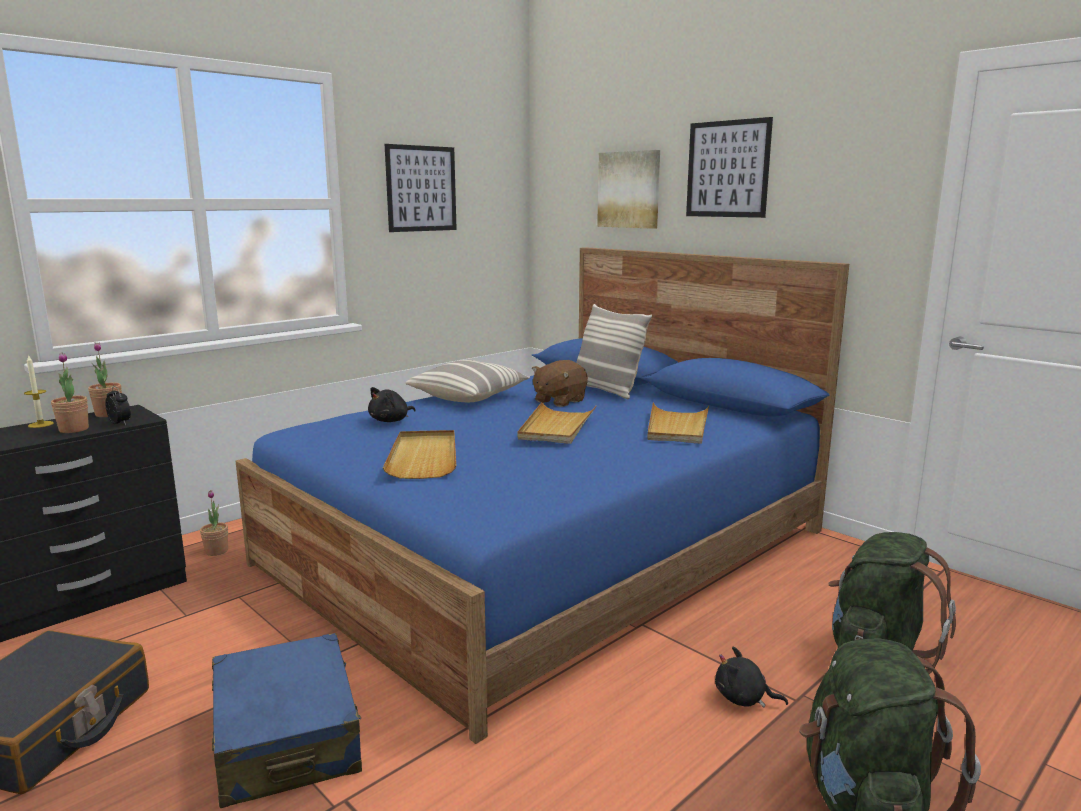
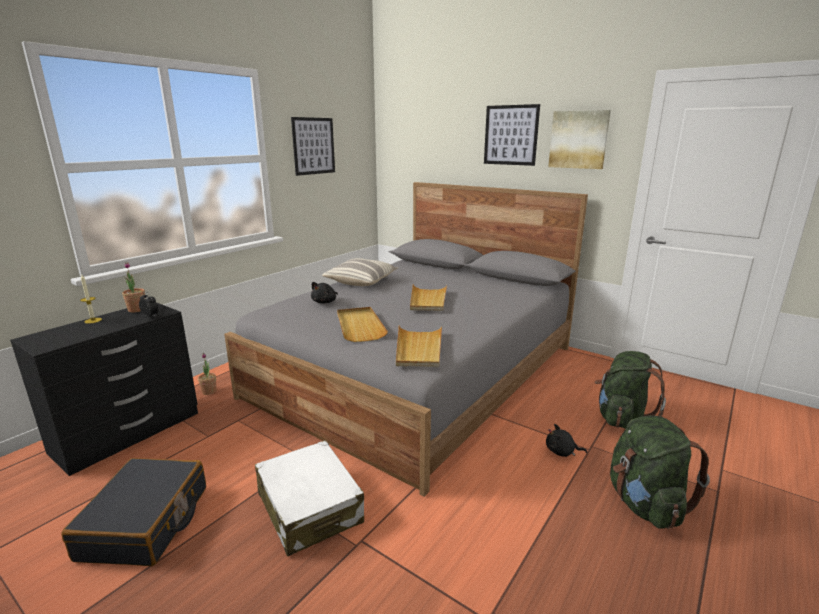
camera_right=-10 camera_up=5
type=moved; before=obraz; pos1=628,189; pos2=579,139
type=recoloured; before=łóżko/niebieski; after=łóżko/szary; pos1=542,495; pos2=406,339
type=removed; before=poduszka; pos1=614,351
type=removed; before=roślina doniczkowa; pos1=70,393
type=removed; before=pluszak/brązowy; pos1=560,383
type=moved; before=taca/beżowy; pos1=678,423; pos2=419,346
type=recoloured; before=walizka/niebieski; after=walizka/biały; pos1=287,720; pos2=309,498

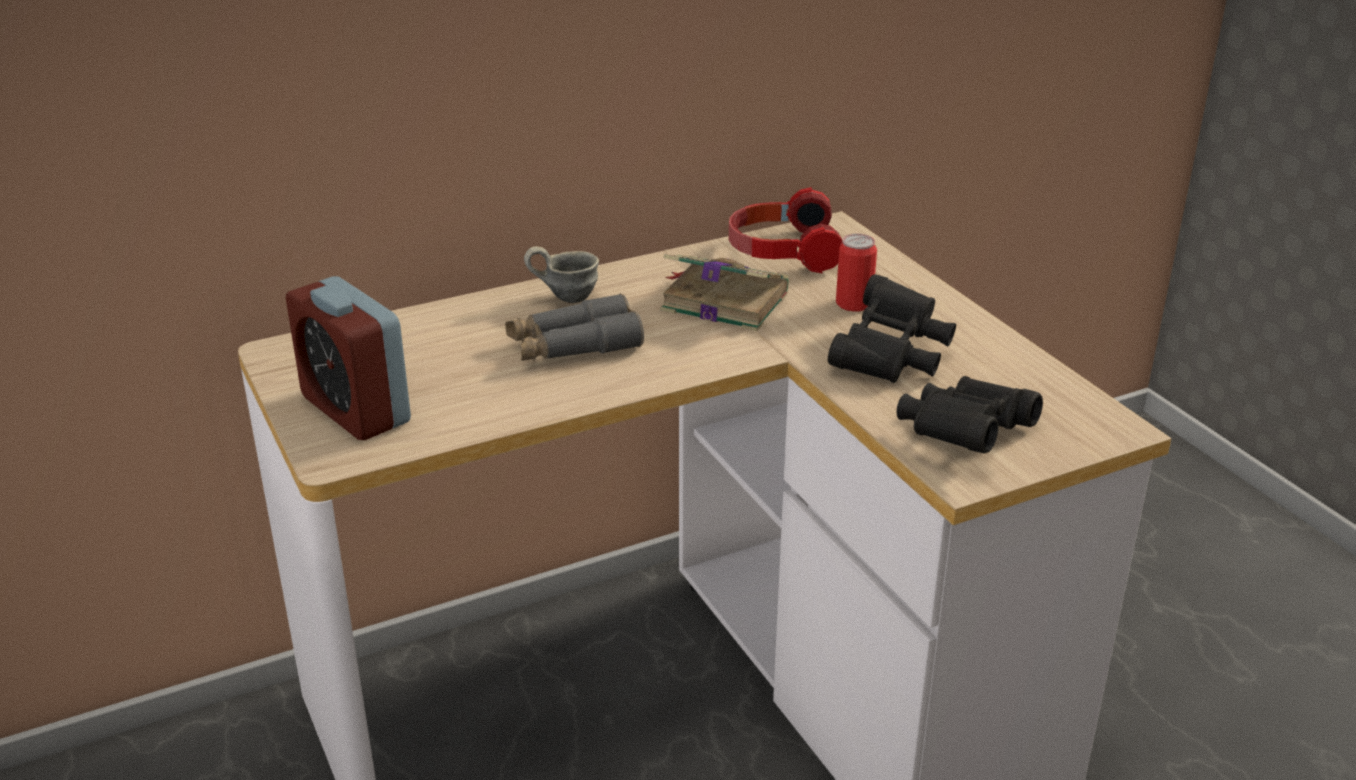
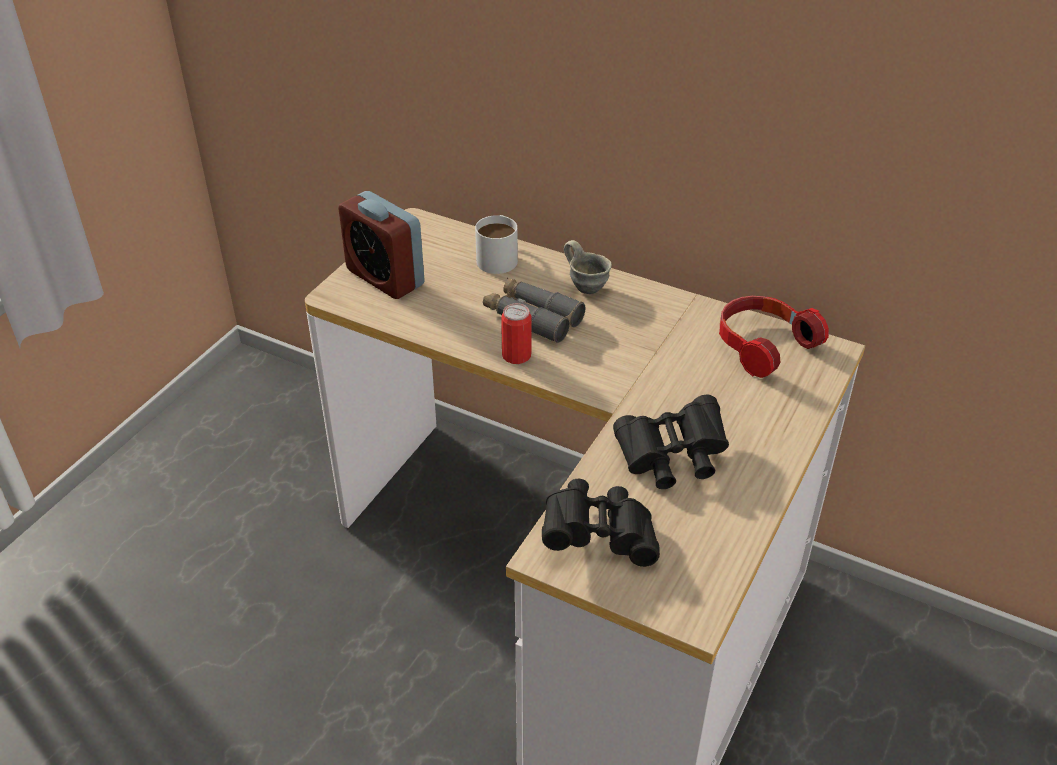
camera_right=55 camera_up=10
type=moved; before=puszka; pos1=856,273; pos2=516,333
type=removed; before=książka; pos1=724,292
type=turned; before=budzik; pos1=348,358; pos2=381,245; turn=-60
type=added; after=kubek/biały; pos2=496,244

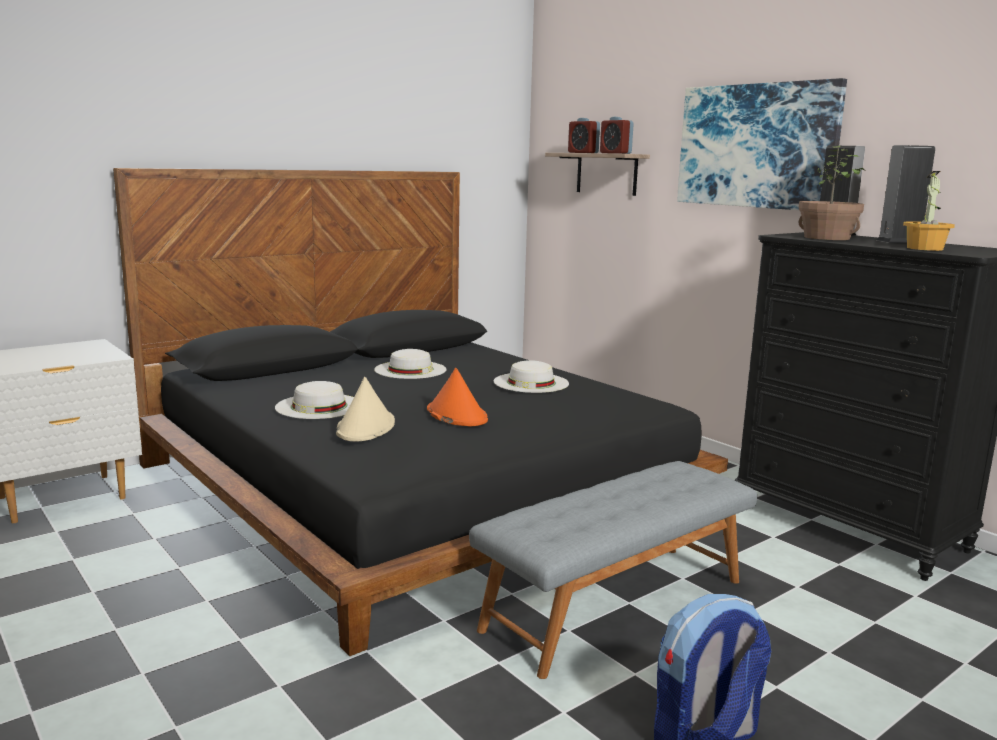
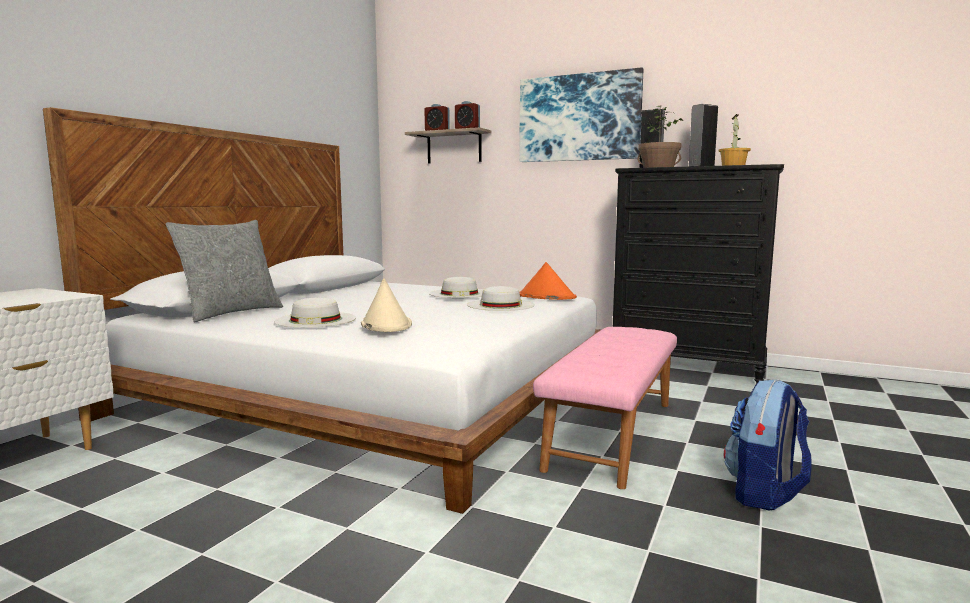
camera_right=-25 camera_up=-5
type=recoloured; before=łóżko/czarny; after=łóżko/biały; pos1=420,412; pos2=322,310
type=moved; before=kapelusz/biały; pos1=410,364; pos2=501,298
type=moved; before=kapelusz/pomarańczowy; pos1=457,397; pos2=548,281
type=recoloured; before=ławka/szary; after=ławka/różowy; pos1=613,570; pos2=605,408
type=added; after=poduszka/szary; pos2=224,271

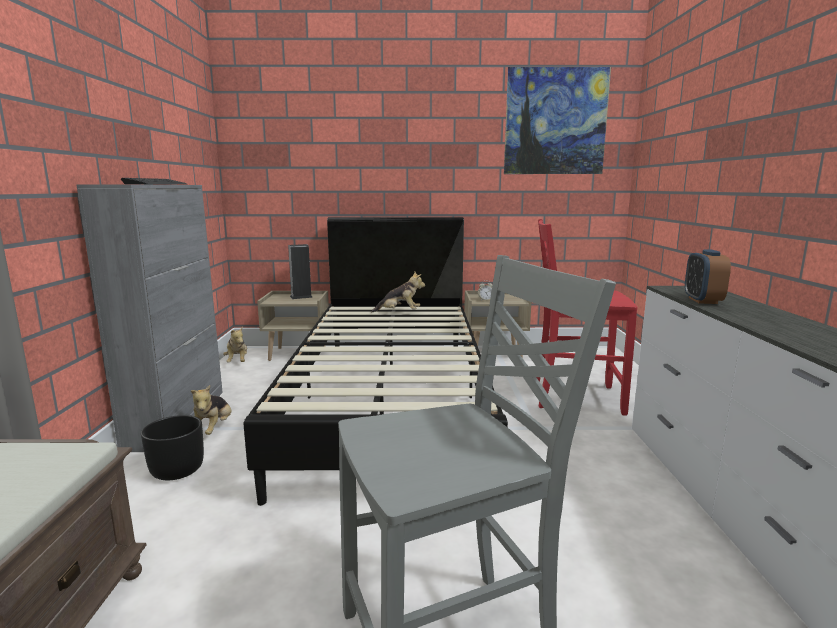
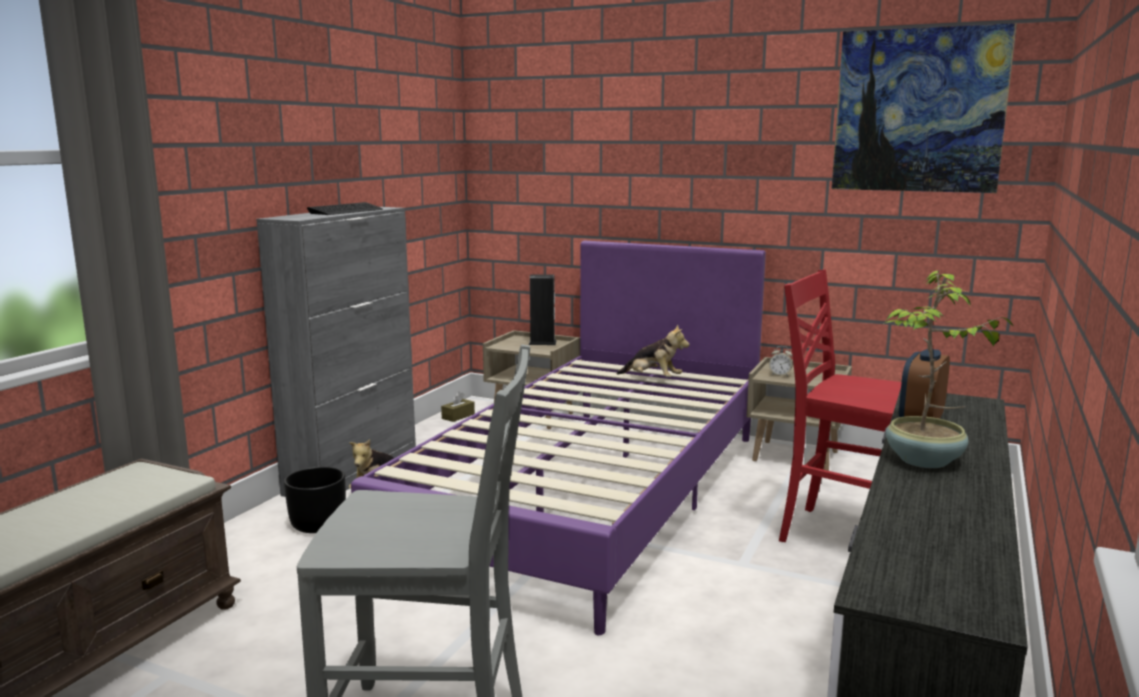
camera_right=25 camera_up=0
type=recoloured; before=łóżko/czarny; after=łóżko/fioletowy; pos1=376,361; pos2=558,438
type=replaced; before=pluszak; after=pudełko chusteczek/brązowy; pos1=235,345; pos2=458,406
type=added; after=roślina doniczkowa; pos2=948,369

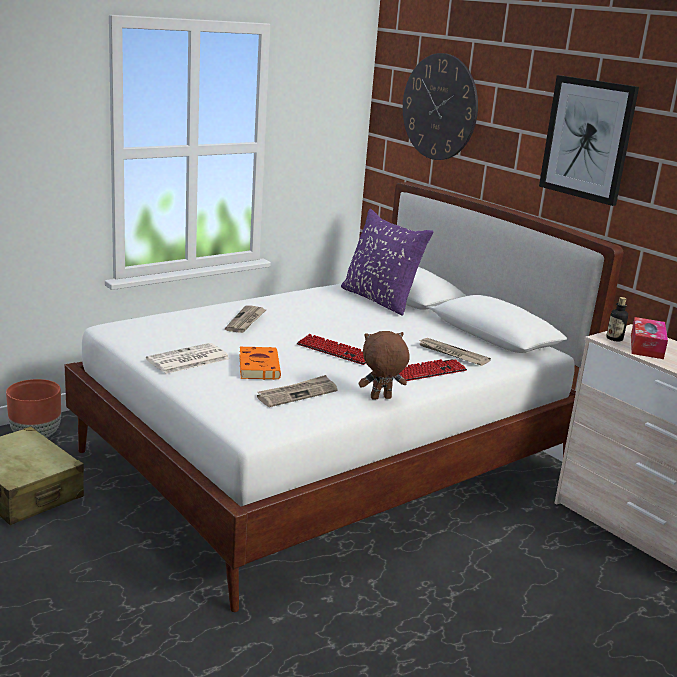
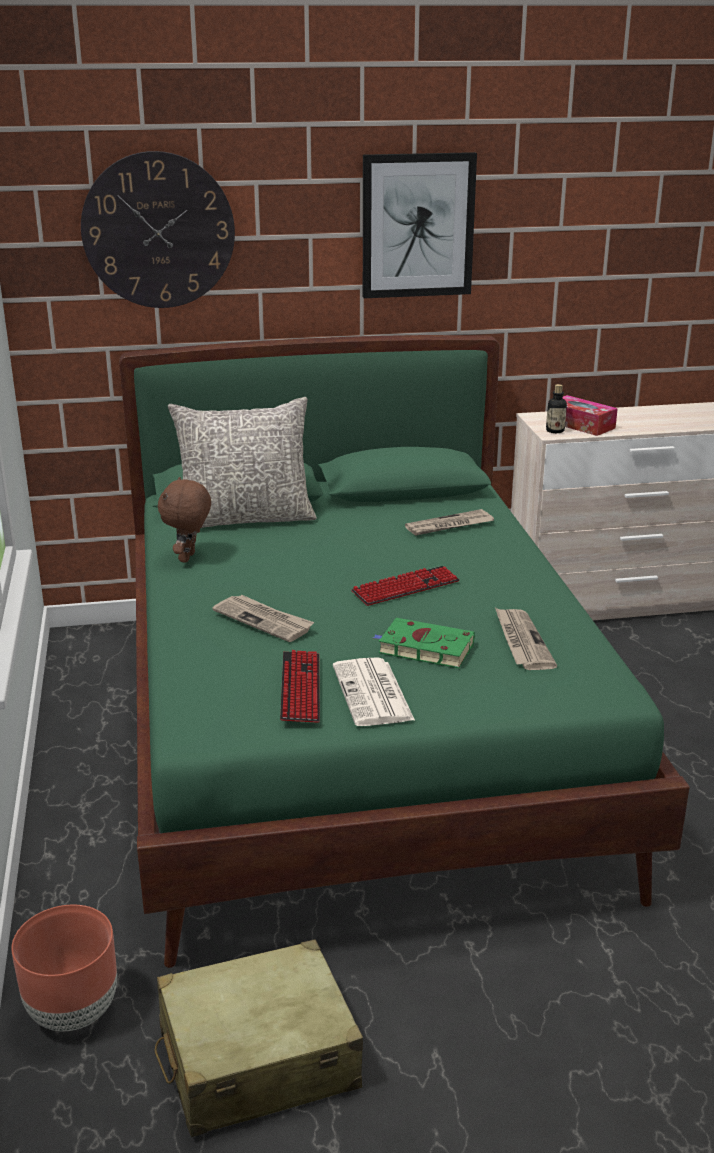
camera_right=-60 camera_up=5
type=recoloured; before=łóżko/biały; after=łóżko/zielony; pos1=343,397; pos2=404,651
type=recoloured; before=poduszka/fioletowy; after=poduszka/szary; pos1=387,262; pos2=242,462
type=moved; before=pluszak/brązowy; pos1=384,365; pos2=184,520
type=recoloured; before=książka/pomarańczowy; after=książka/zielony; pos1=260,363; pos2=424,643
type=moved; before=klawiatura; pos1=433,370; pos2=300,686

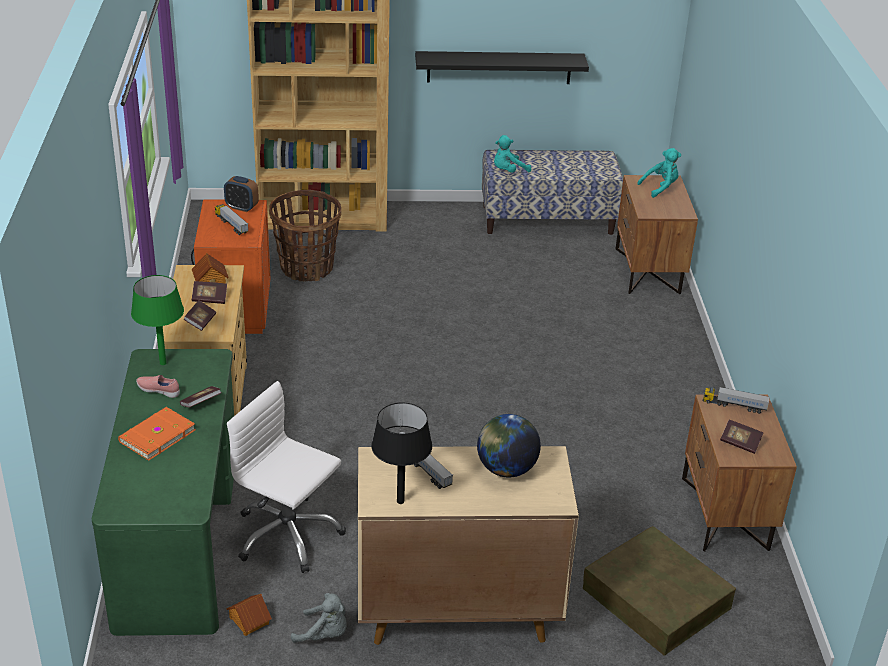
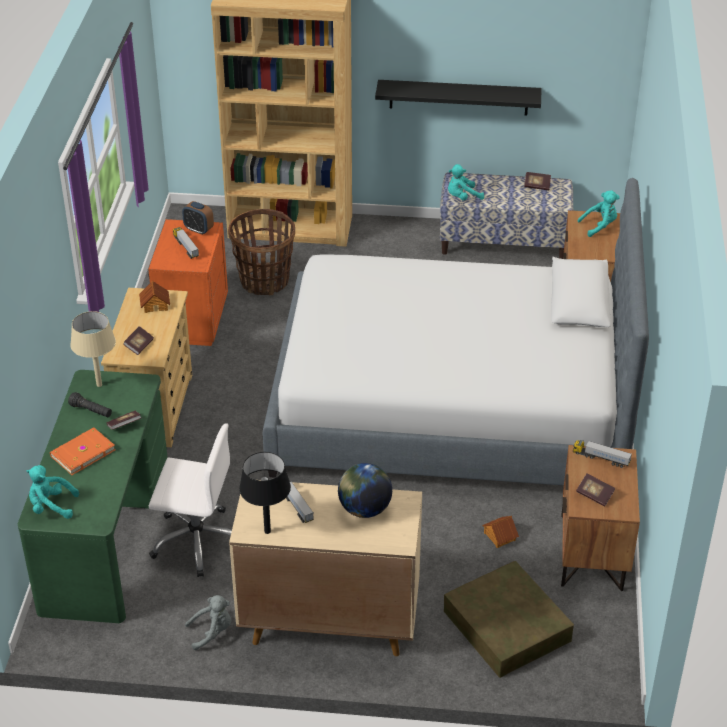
camera_right=10 camera_up=5
type=recoloured; before=lampa stołowa/zielony; after=lampa stołowa/beżowy; pos1=157,320; pos2=93,349
type=moved; before=książka; pos1=209,292; pos2=537,181
type=replaced; before=but/różowy; after=latarka/czarny; pos1=158,386; pos2=90,404
type=turned; before=krzesło biurowe/biały; pos1=286,477; pos2=190,500; turn=150
type=turned; before=pluszak/szary; pos1=319,618; pos2=208,622; turn=-45
type=moved; before=domek; pos1=249,615; pos2=500,532
type=added; after=łóżko; pos2=456,332
type=added; after=pluszak/turkusowy; pos2=53,492

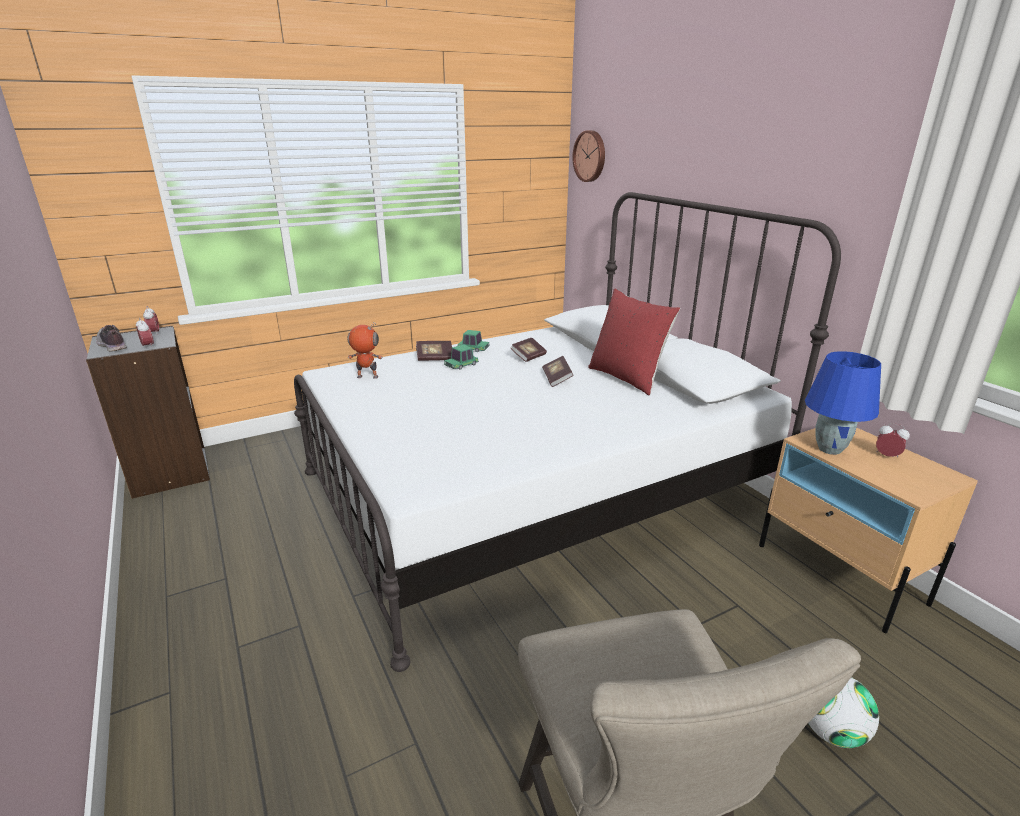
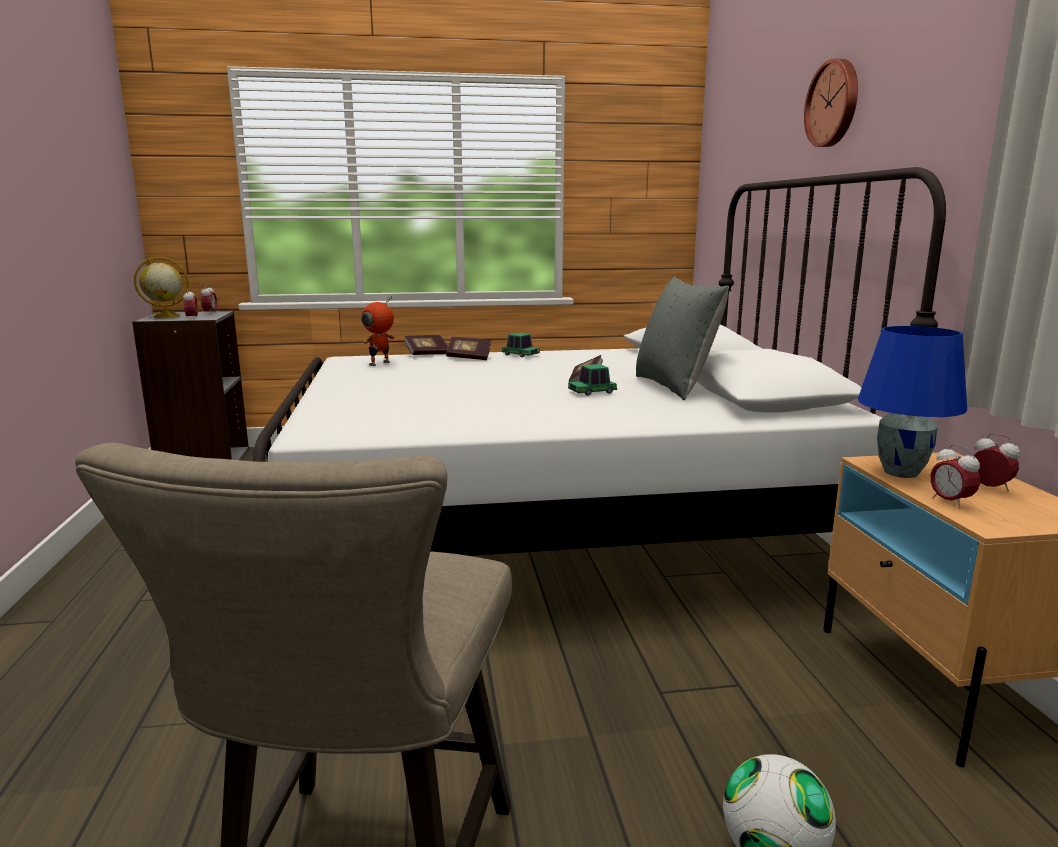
camera_right=20 camera_up=-10
type=moved; before=zegar ścienny; pos1=588,156; pos2=831,102
type=recoloured; before=poduszka/czerwony; after=poduszka/szary; pos1=634,341; pos2=682,338
type=turned; before=robot zabawkowy; pos1=365,350; pos2=378,331; turn=-75
type=replaced; before=but; after=globus; pos1=111,338; pos2=161,287
type=moved; before=książka; pos1=528,350; pos2=425,345
type=moved; before=samochodzik; pos1=461,357; pos2=592,380
type=added; after=budzik; pos2=955,476

